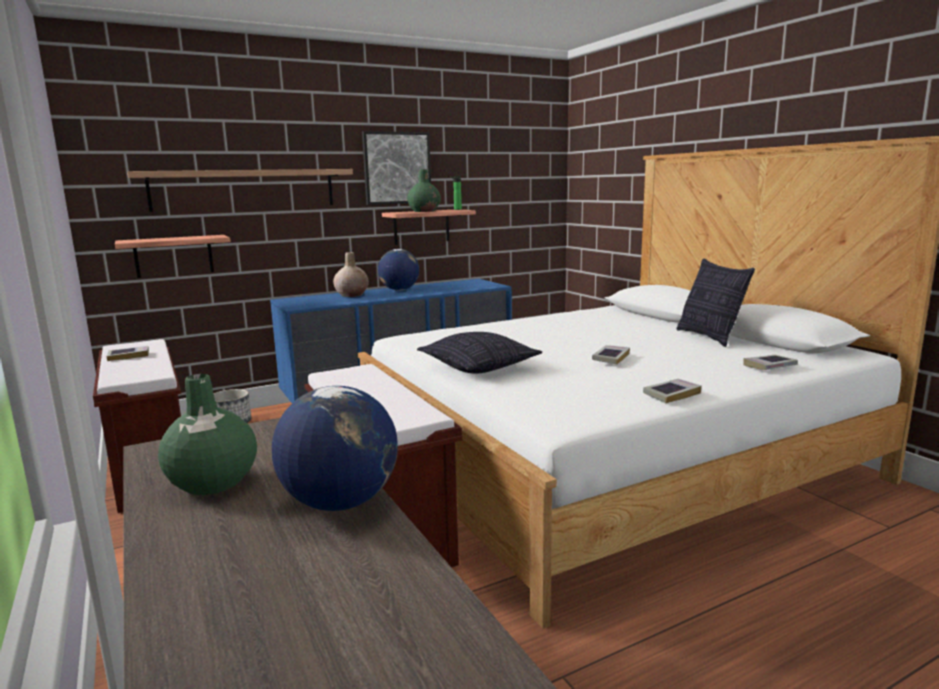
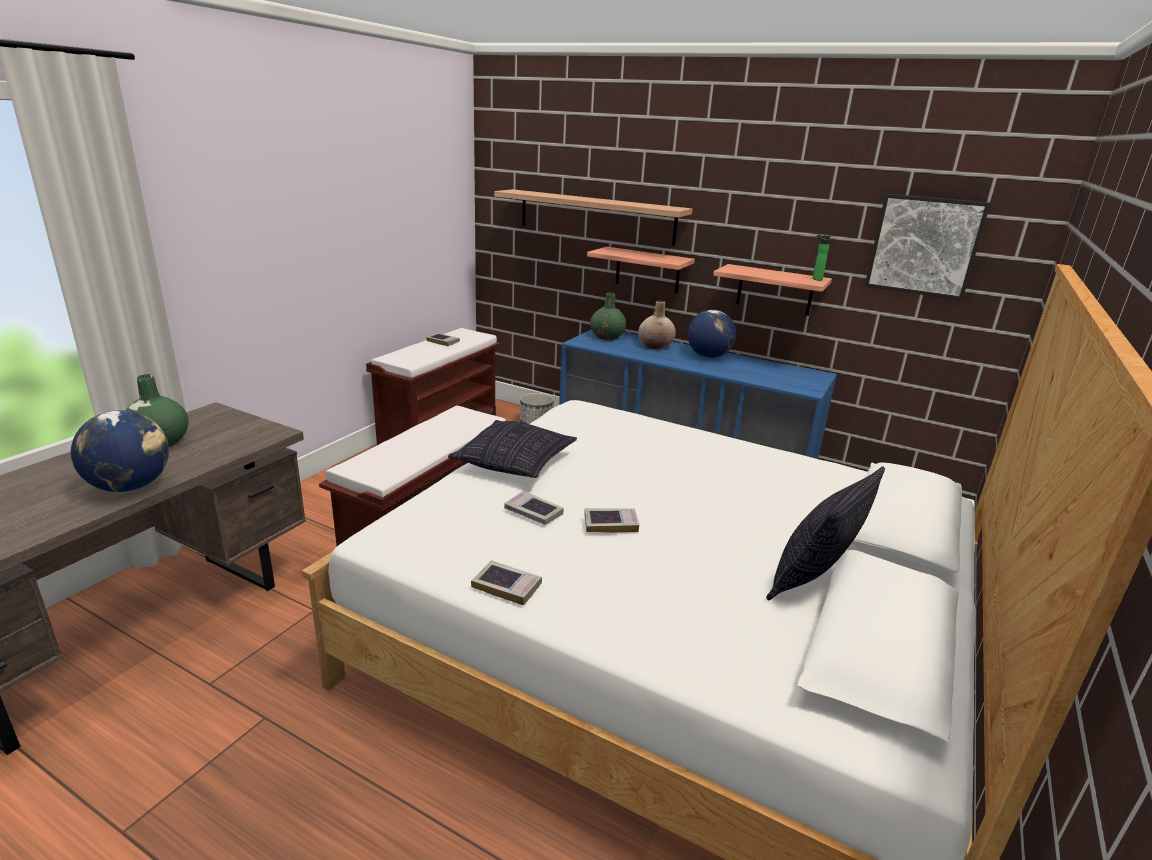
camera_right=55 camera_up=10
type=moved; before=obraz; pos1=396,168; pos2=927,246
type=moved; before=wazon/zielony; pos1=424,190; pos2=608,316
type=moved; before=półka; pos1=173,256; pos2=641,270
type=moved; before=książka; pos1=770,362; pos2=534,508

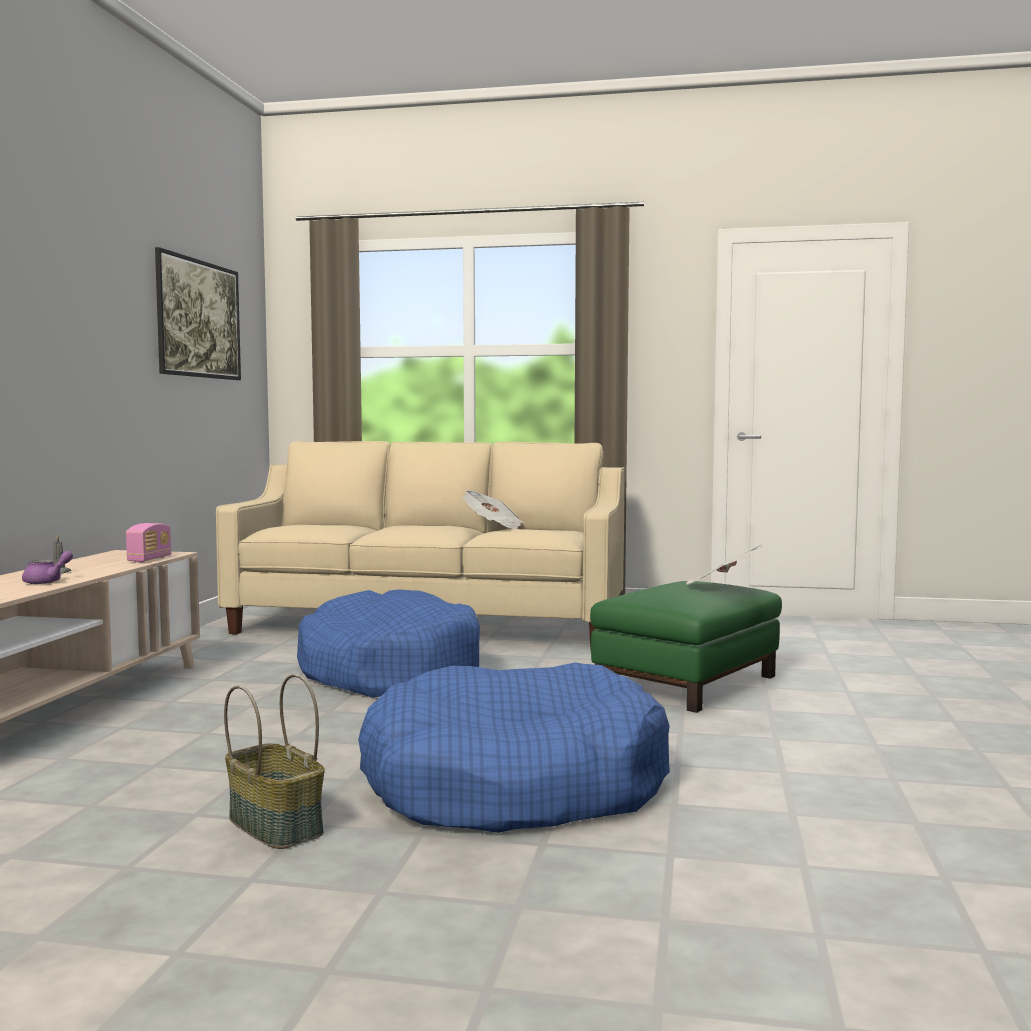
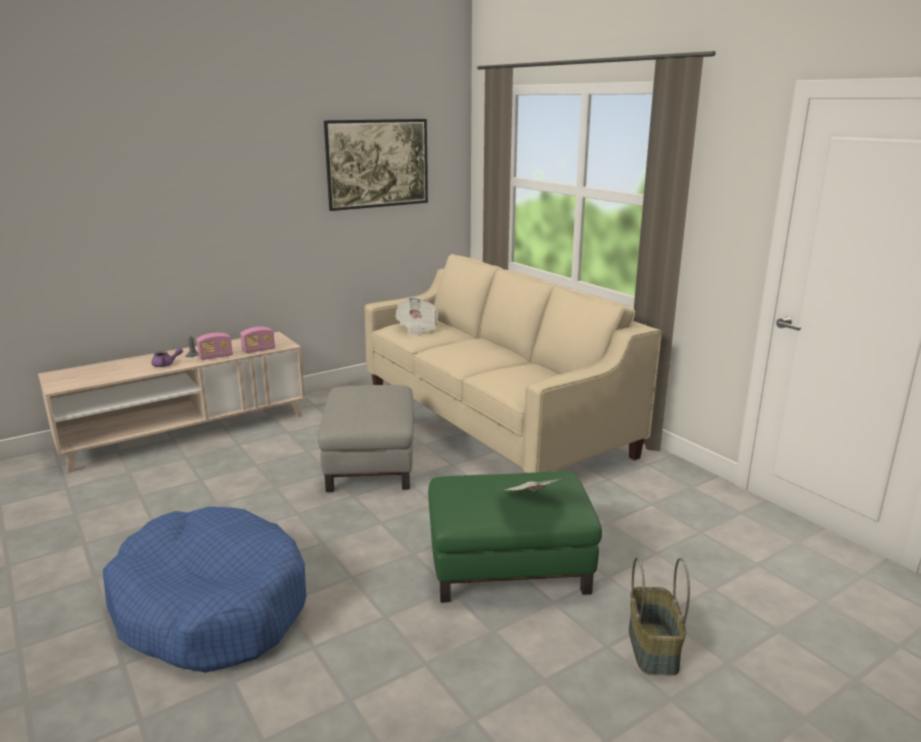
camera_right=45 camera_up=15
type=moved; before=gazeta; pos1=493,509; pos2=416,316
type=replaced; before=legowisko/niebieski; after=pufa/szary; pos1=388,643; pos2=366,438
type=moved; before=koszyk; pos1=274,761; pos2=659,616
type=added; after=radio; pos2=214,346

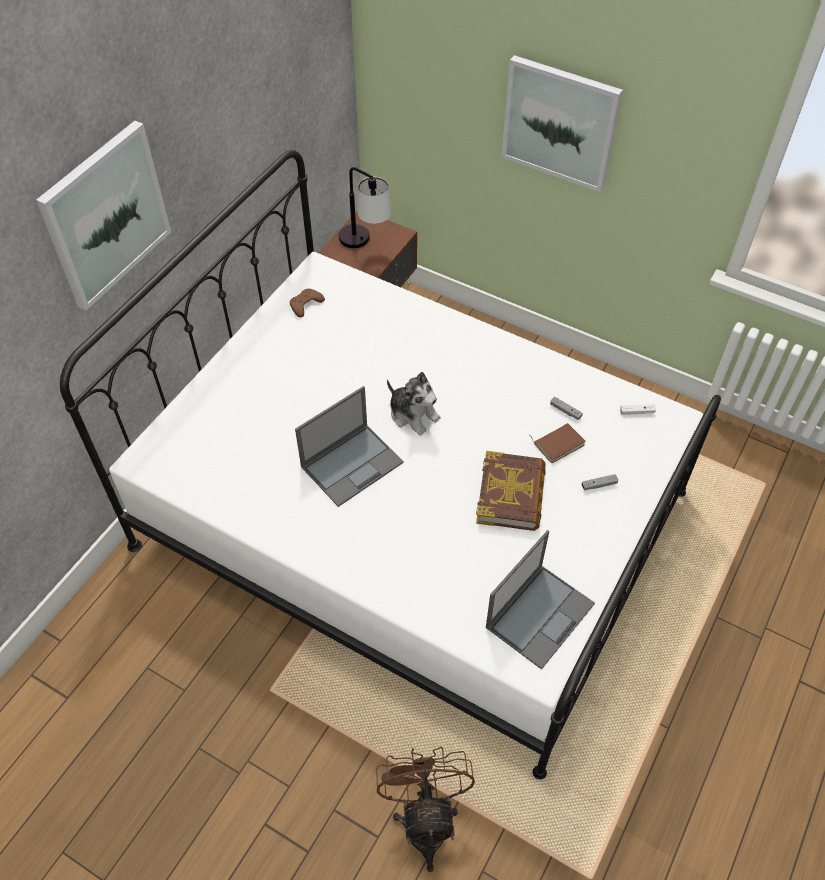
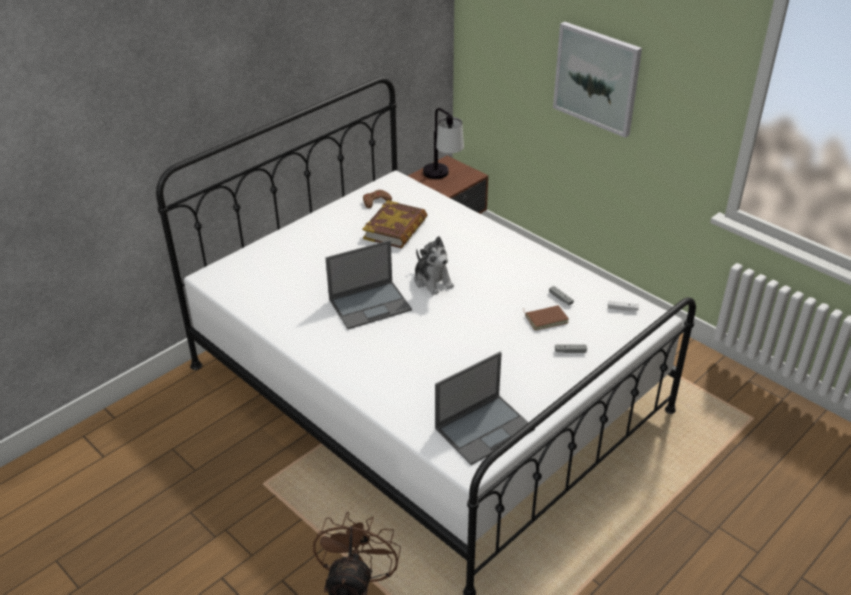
camera_right=15 camera_up=-15
type=removed; before=obraz; pos1=103,216
type=moved; before=książka; pos1=511,491; pos2=395,224

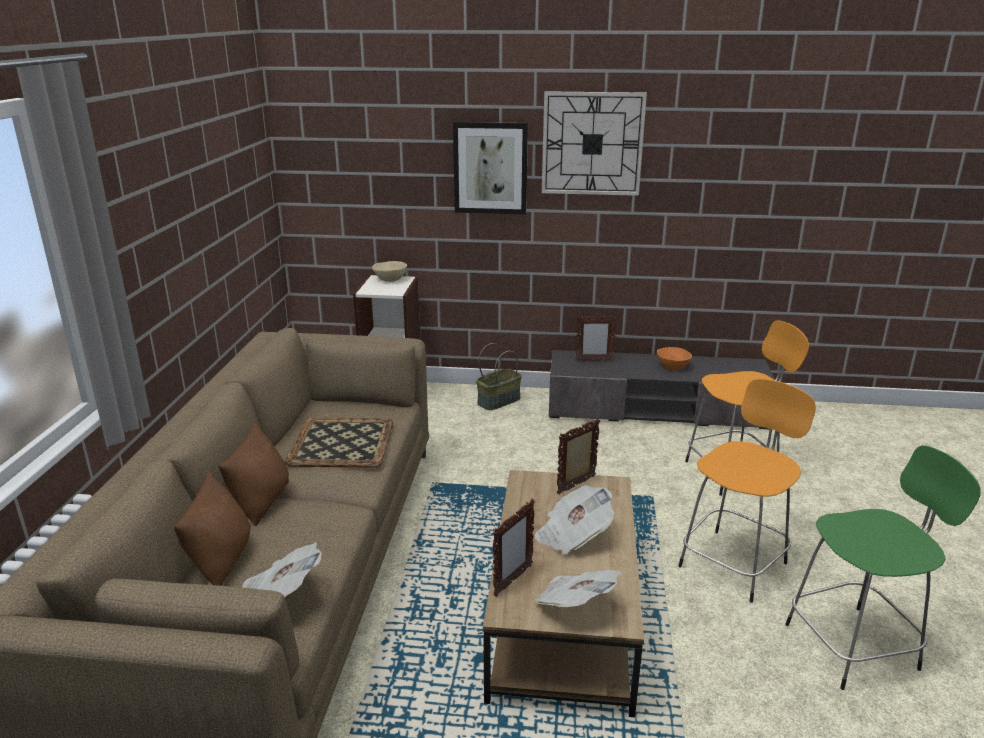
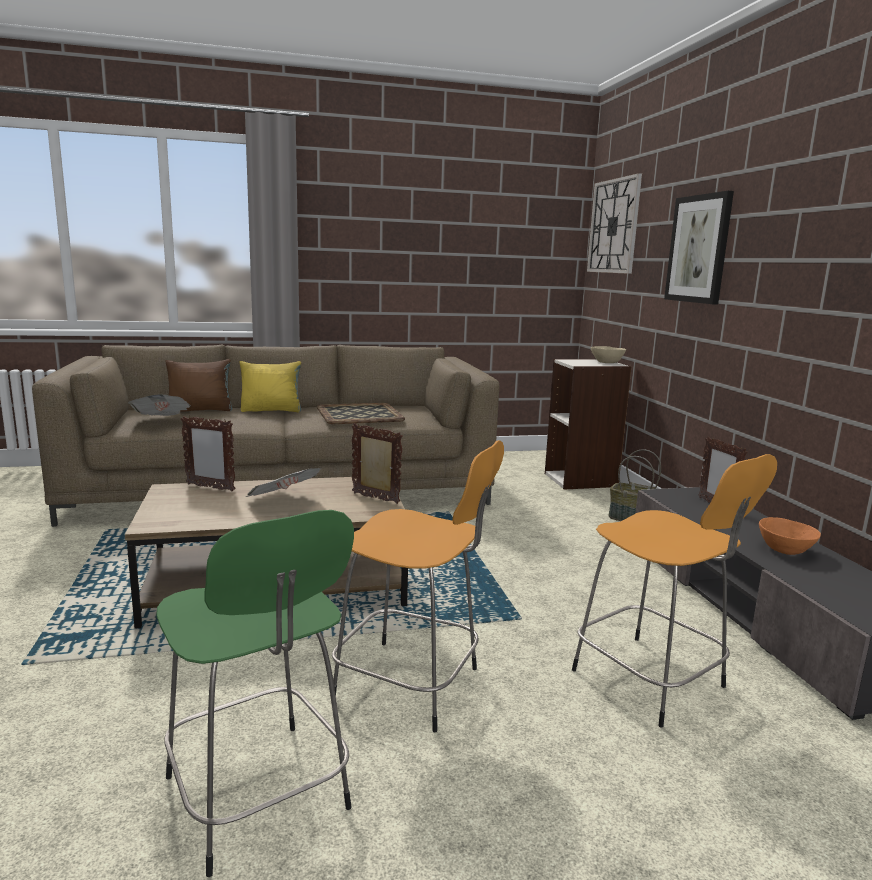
camera_right=70 camera_up=-10
type=moved; before=zegar ścienny; pos1=594,143; pos2=614,223
type=recoloured; before=poduszka/brązowy; after=poduszka/żółty; pos1=254,474; pos2=270,386
type=removed; before=gazeta; pos1=577,588

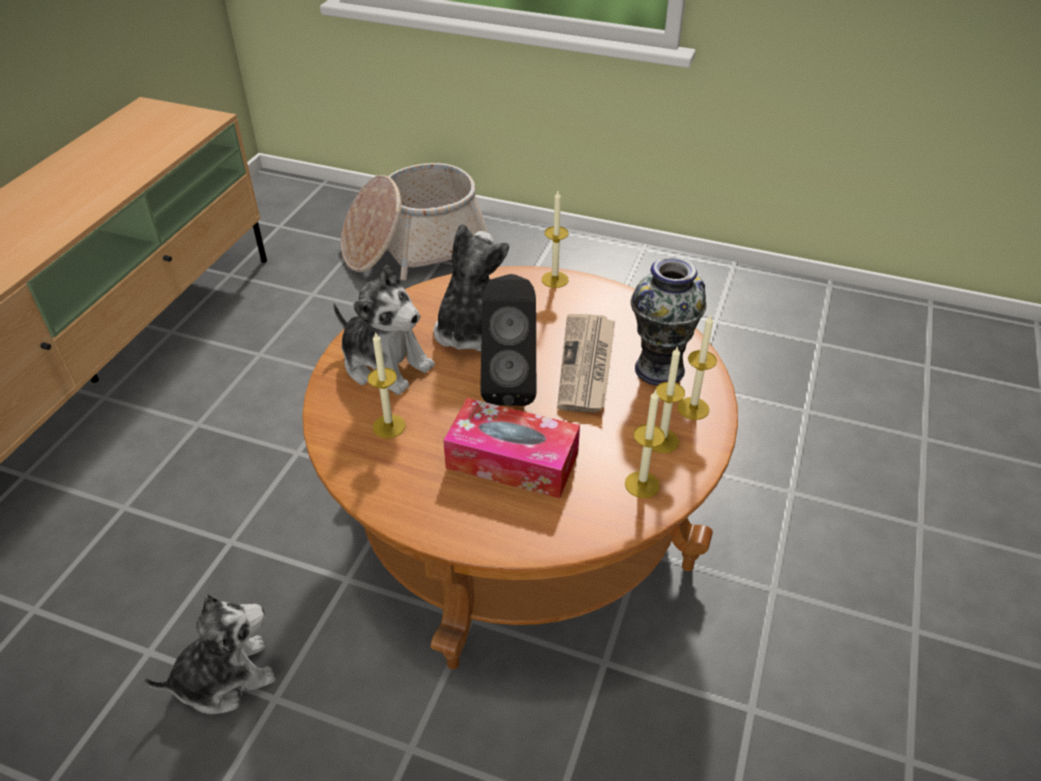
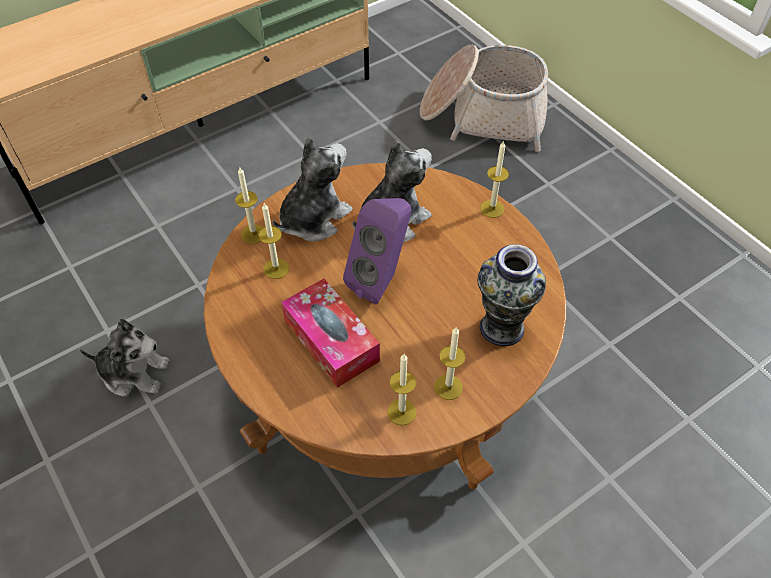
camera_right=35 camera_up=10
type=turned; before=pluszak; pos1=384,330; pos2=313,189; turn=-120
type=recoloured; before=głośnik/czarny; after=głośnik/fioletowy; pos1=508,340; pos2=377,251
type=removed; before=gazeta; pos1=586,363
type=moved; before=świeca; pos1=697,367; pos2=249,205

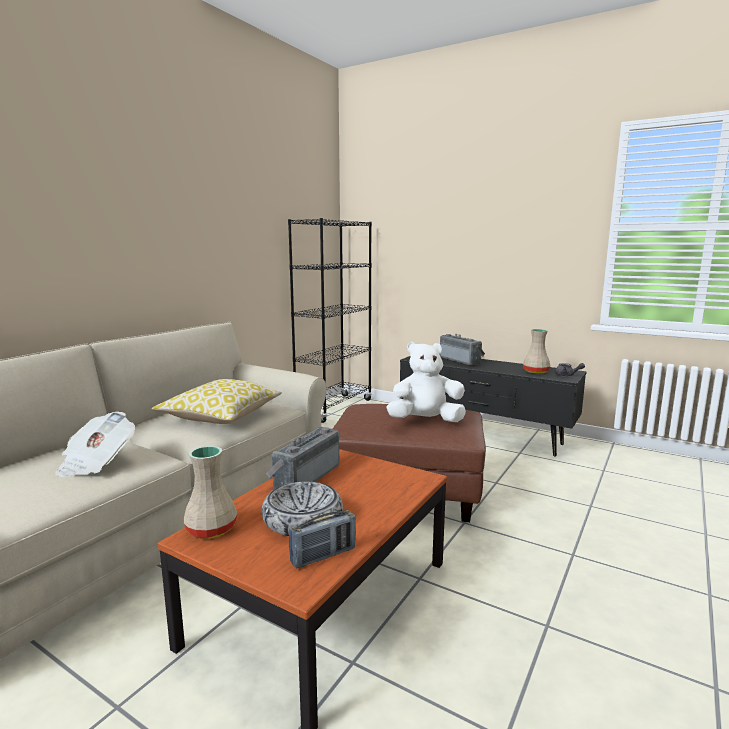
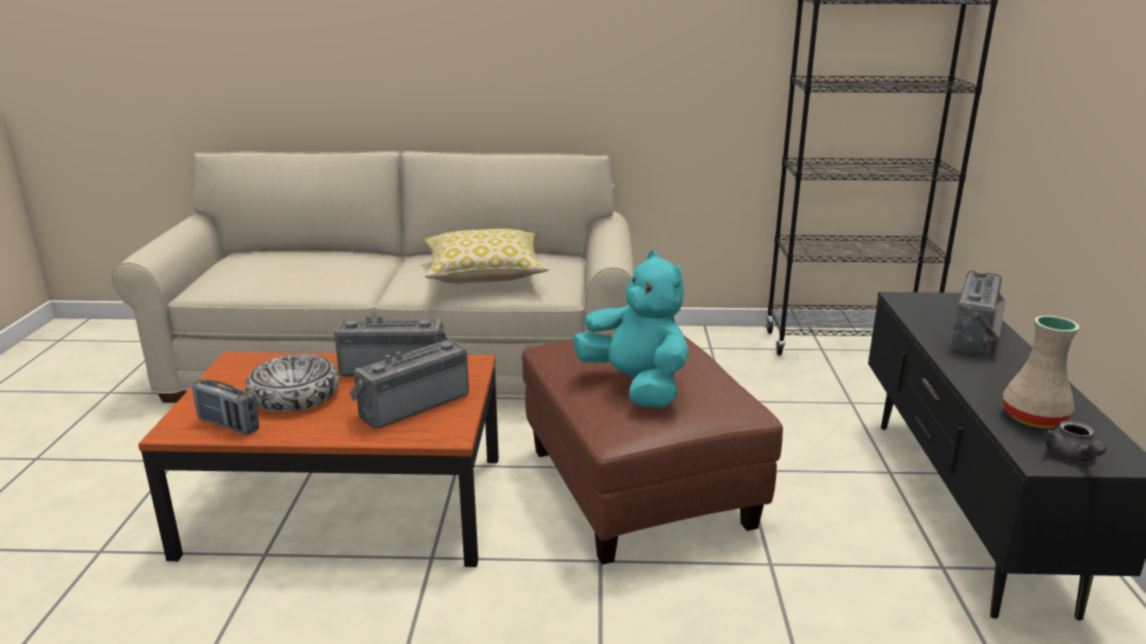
camera_right=60 camera_up=10
type=recoloured; before=pluszak/biały; after=pluszak/turkusowy; pos1=426,382; pos2=631,329
type=removed; before=gazeta; pos1=95,444
type=removed; before=wazon/beżowy; pos1=210,492
type=added; after=radio; pos2=409,384

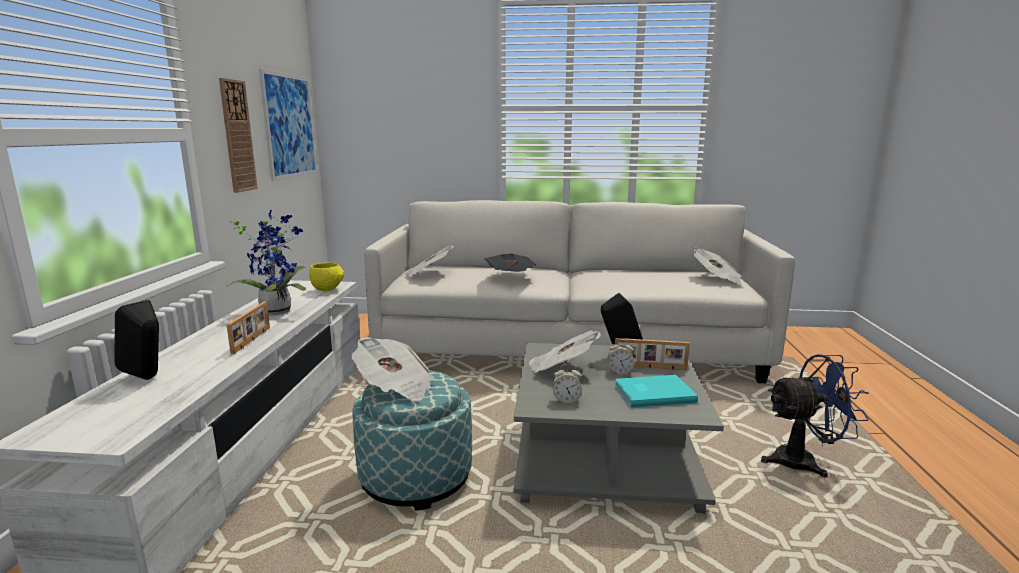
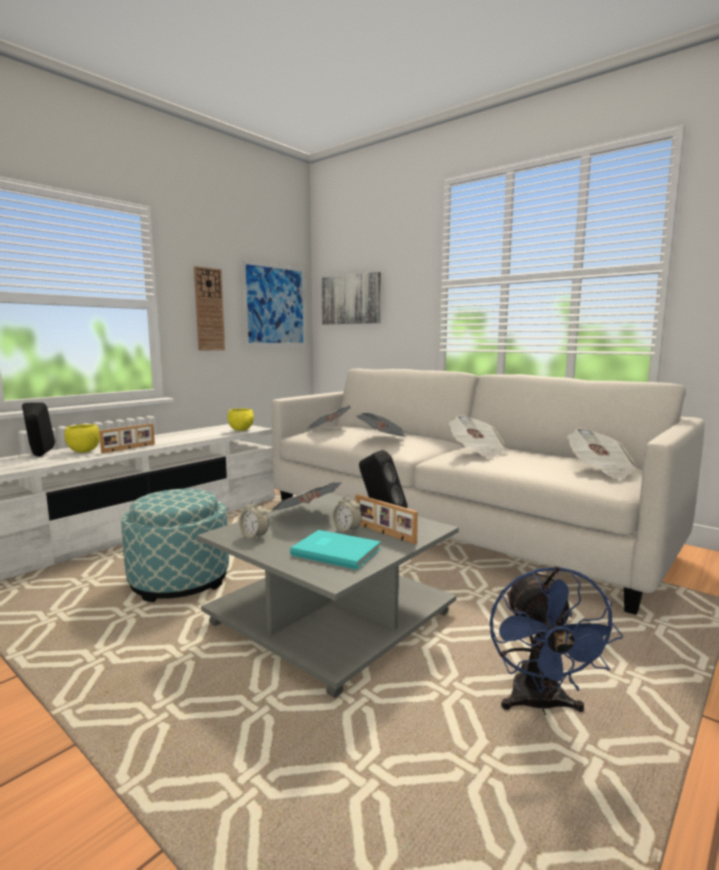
camera_right=35 camera_up=-5
type=removed; before=roślina doniczkowa; pos1=266,262
type=moved; before=gazeta; pos1=393,369; pos2=478,436
type=turned; before=wentylator/niebieski; pos1=815,416; pos2=556,640; turn=60
type=added; after=obraz; pos2=351,298
type=added; after=miska/żółty; pos2=82,438

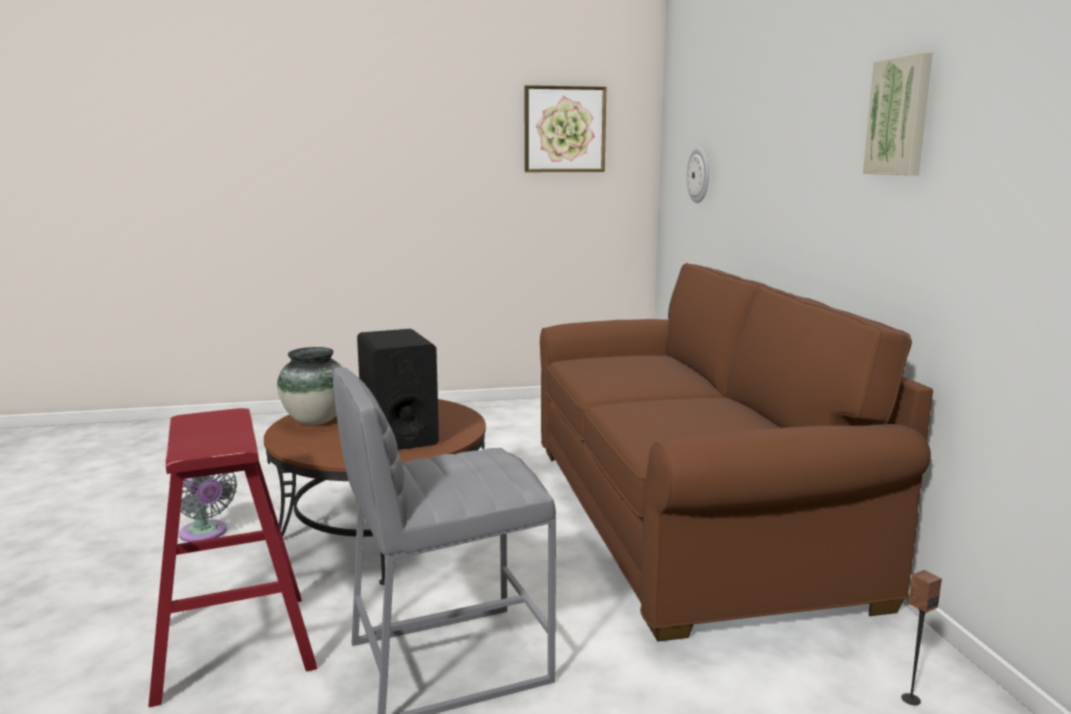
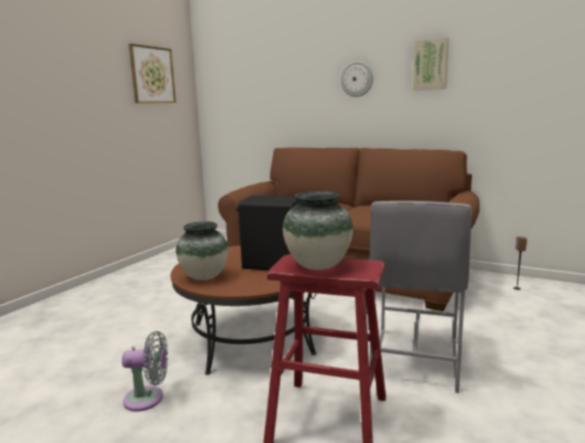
camera_right=-50 camera_up=0
type=moved; before=zegar ścienny; pos1=698,175; pos2=357,79
type=added; after=wazon; pos2=318,230

